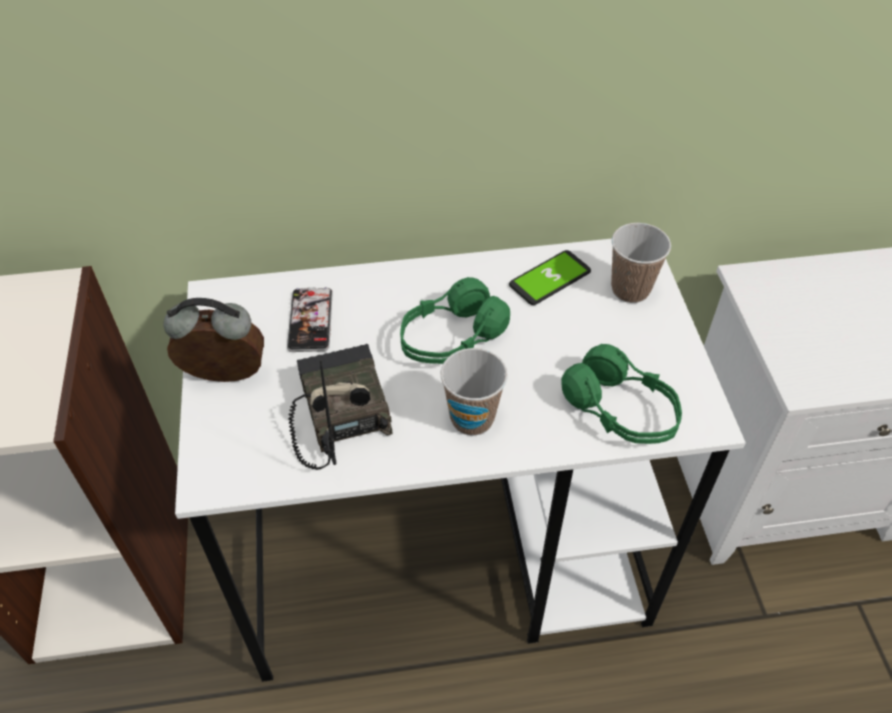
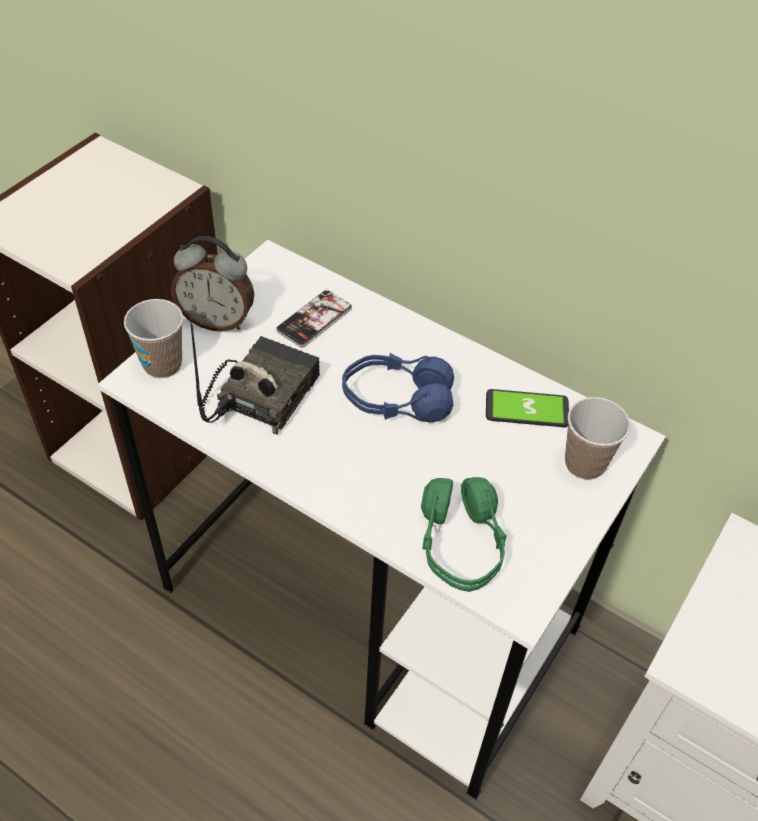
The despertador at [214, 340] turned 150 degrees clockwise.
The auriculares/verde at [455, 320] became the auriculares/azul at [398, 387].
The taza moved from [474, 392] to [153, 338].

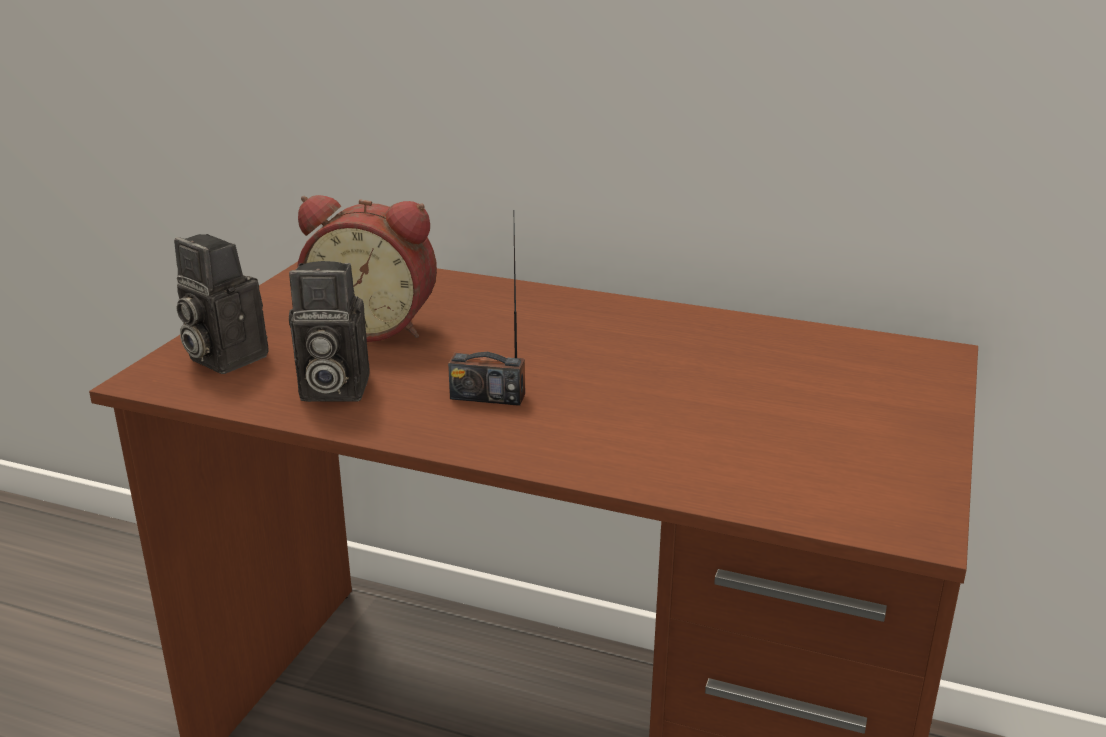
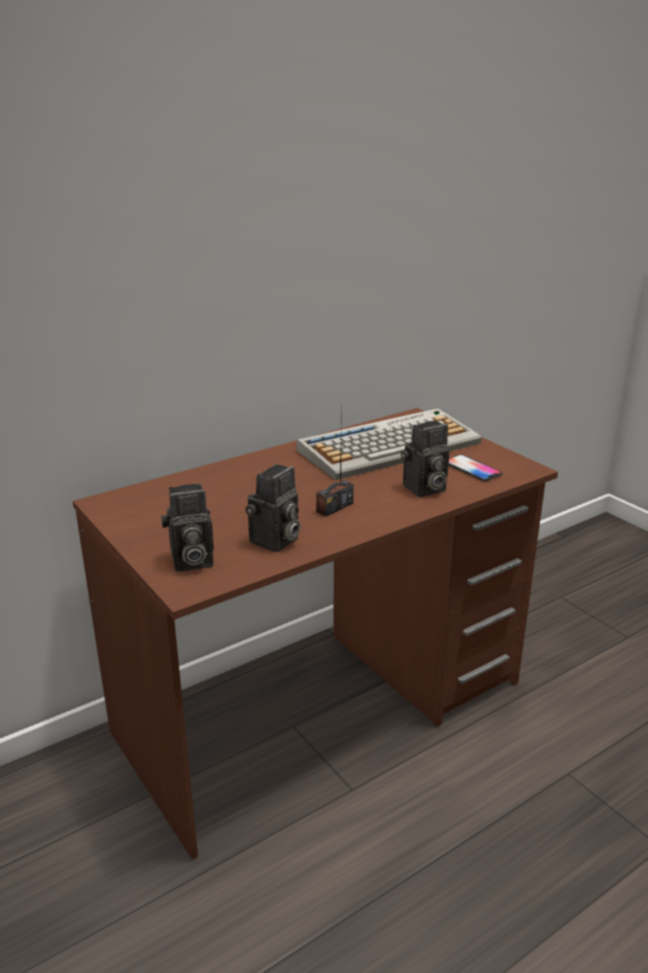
The despertador at [367, 268] disappeared.
The teclado at [388, 444] appeared.
The cámara at [425, 459] appeared.
The móvil at [475, 468] appeared.

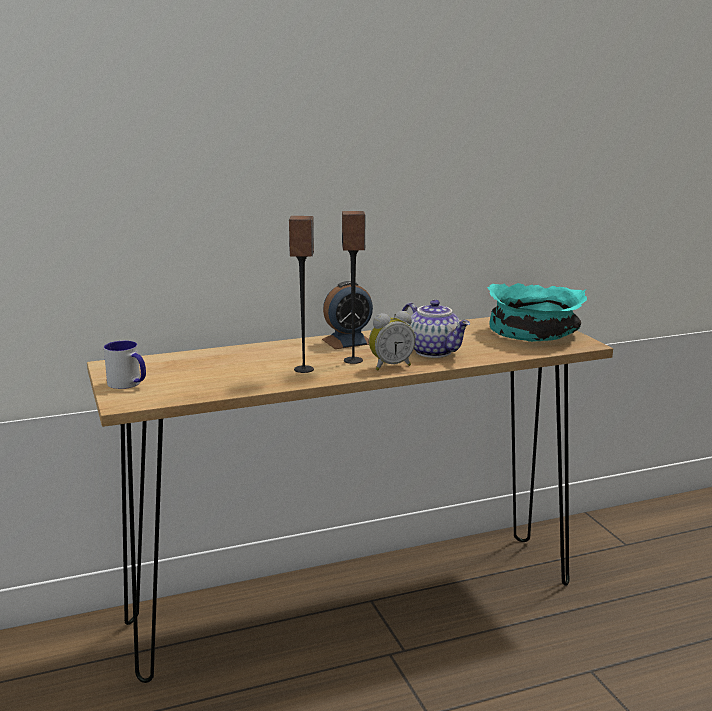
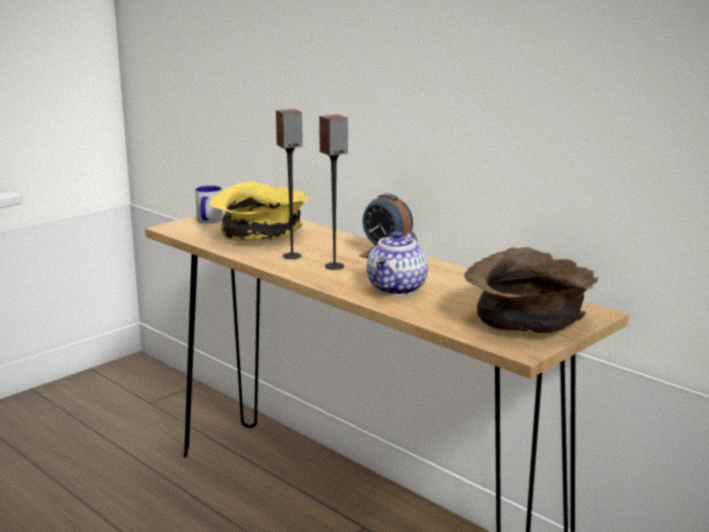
The despertador at [392, 340] disappeared.
The cuenco/turquesa at [537, 312] became the cuenco/marrón at [531, 290].
The cuenco/amarillo at [259, 211] appeared.

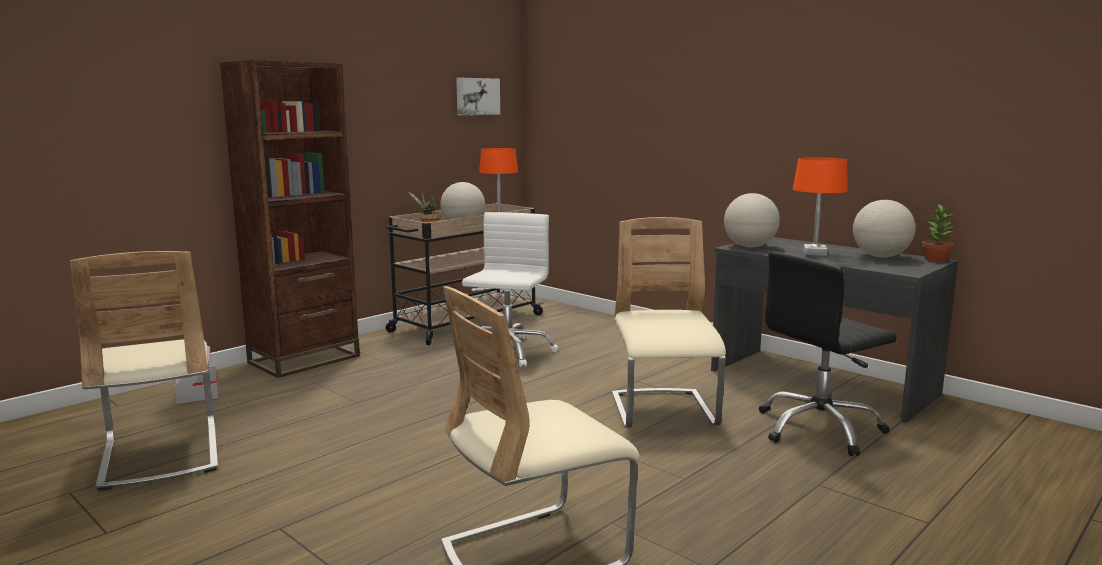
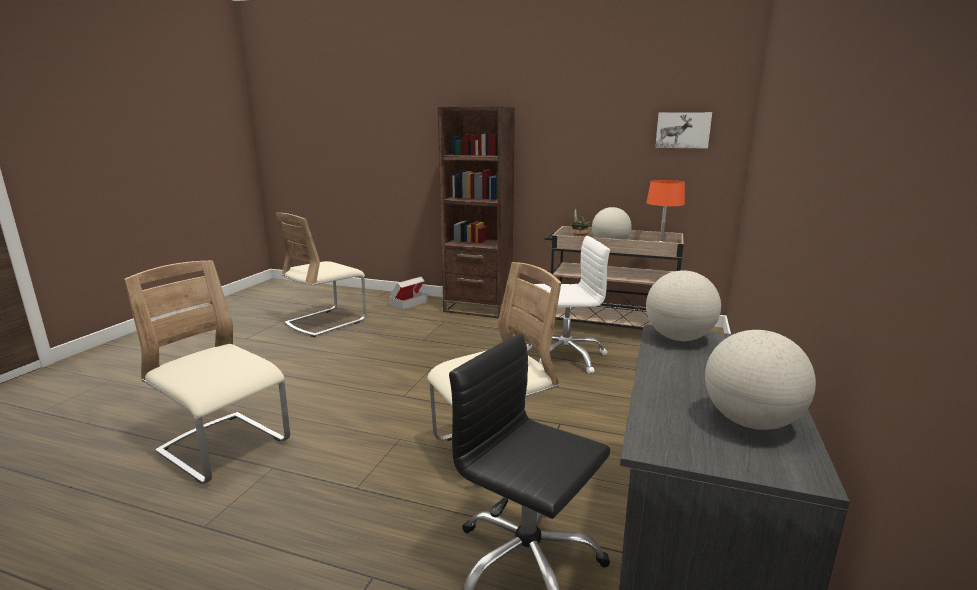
The lámpara de mesa/naranja at [820, 207] disappeared.
The planta en maceta at [938, 233] disappeared.

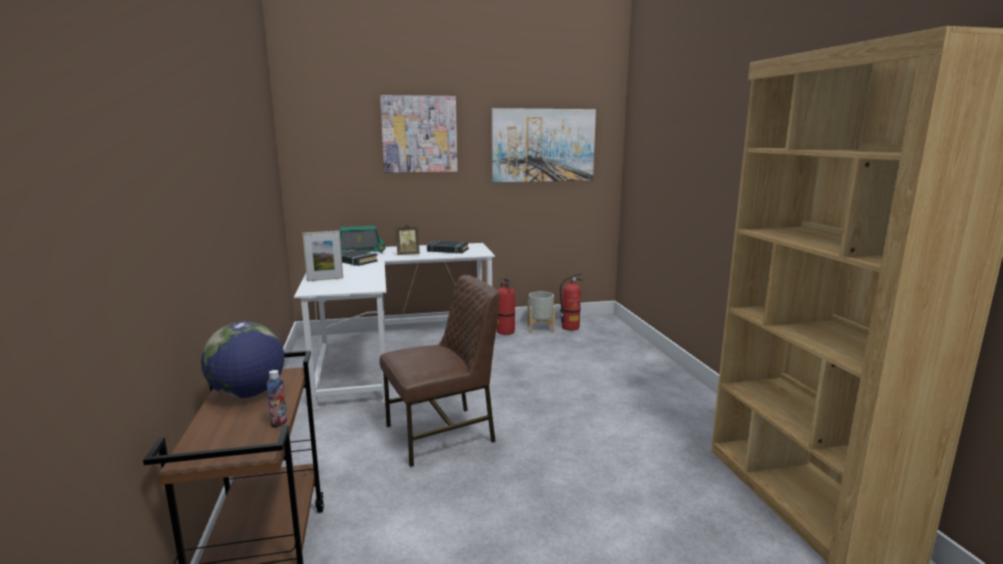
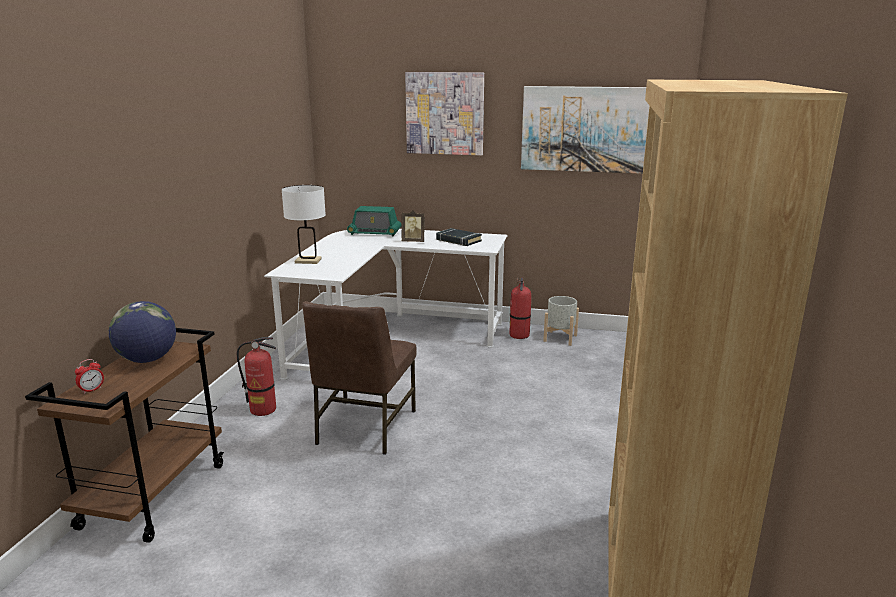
The botella at [277, 399] disappeared.
The portarretratos at [323, 256] was replaced by the lámpara de mesa/blanco at [304, 224].
The libro/negro at [359, 257] disappeared.
The silla/marrón at [440, 371] turned 105 degrees clockwise.
The extintor moved from [571, 302] to [256, 376].
The despertador at [89, 376] appeared.

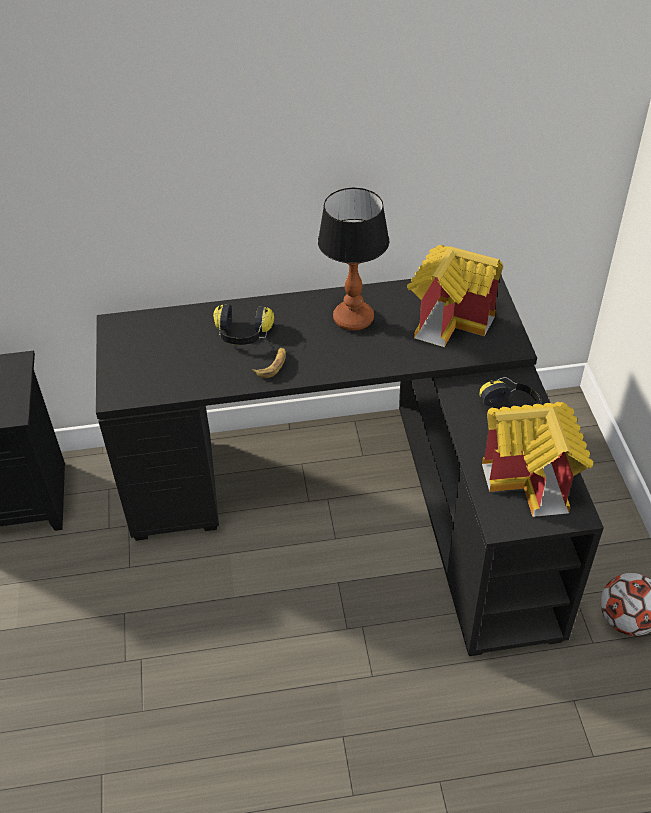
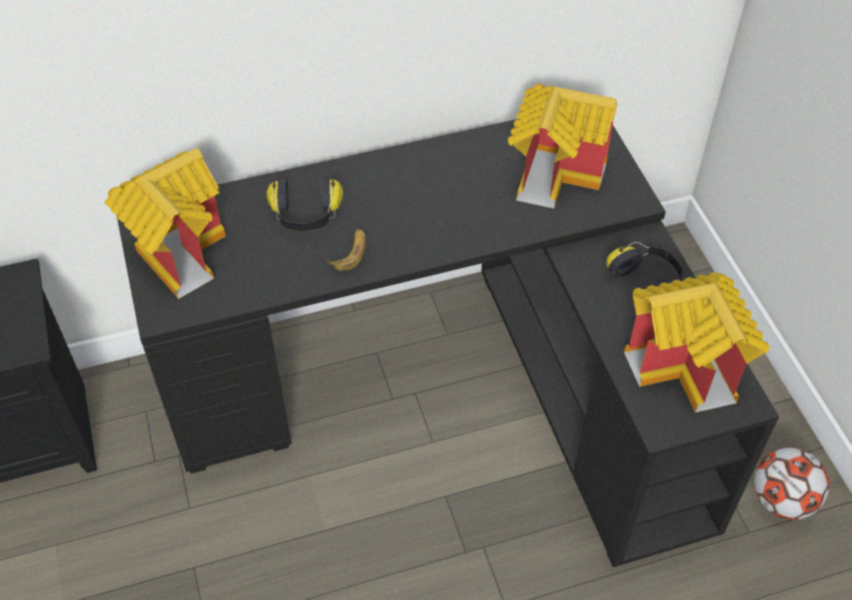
The lámpara de mesa at [353, 259] disappeared.
The casita at [165, 223] appeared.

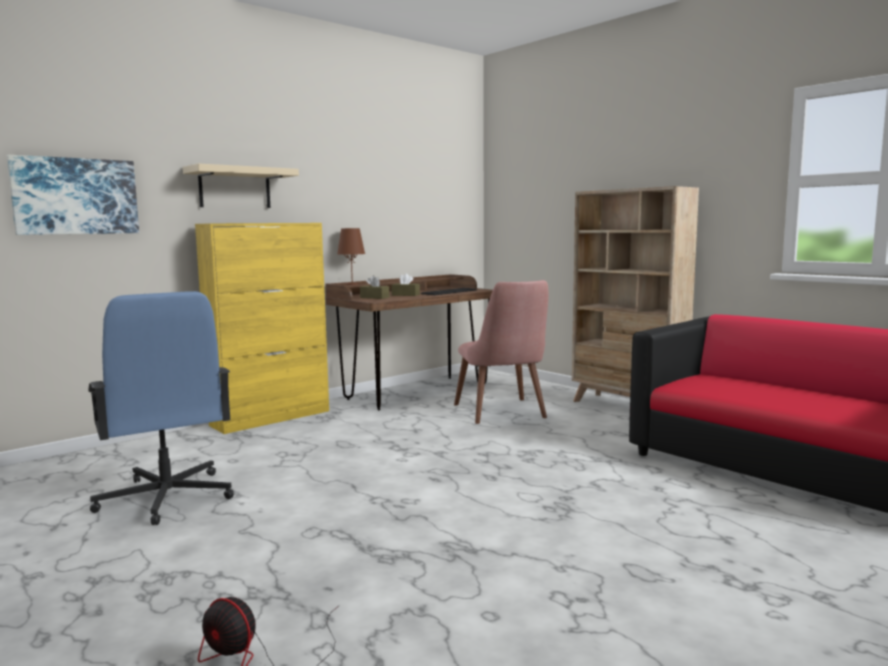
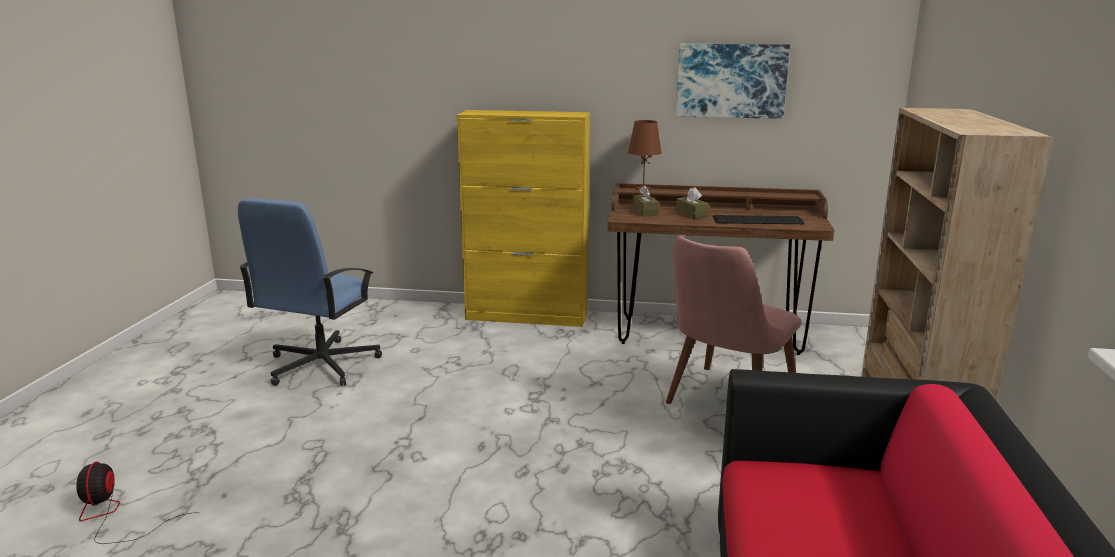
The cuadro moved from [73, 195] to [733, 81].
The estante/beis at [241, 186] disappeared.

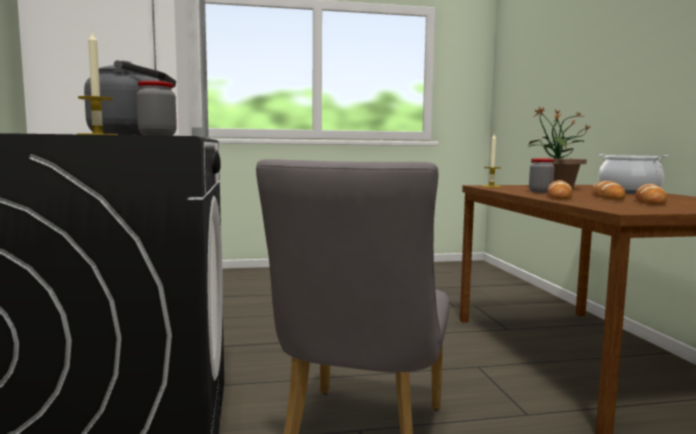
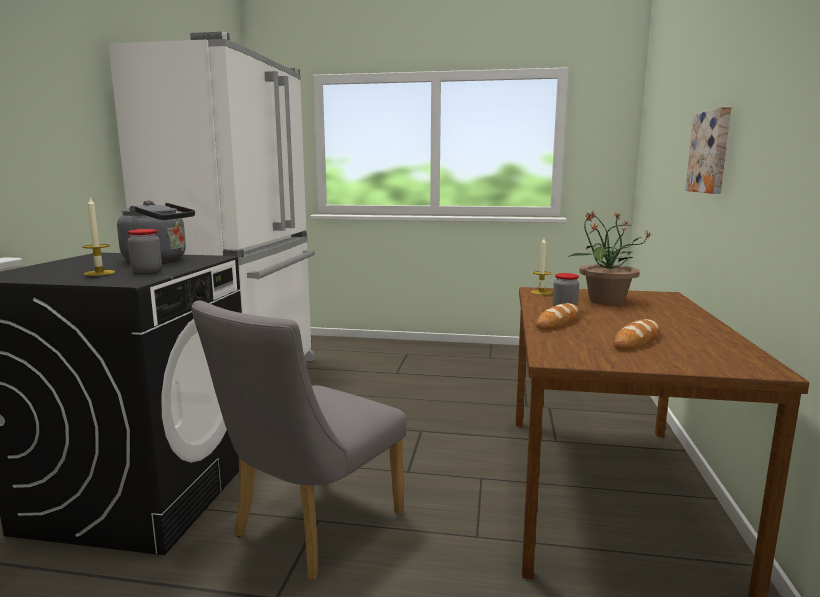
The pan at [608, 190] disappeared.
The olla at [633, 174] disappeared.
The cuadro at [708, 150] appeared.

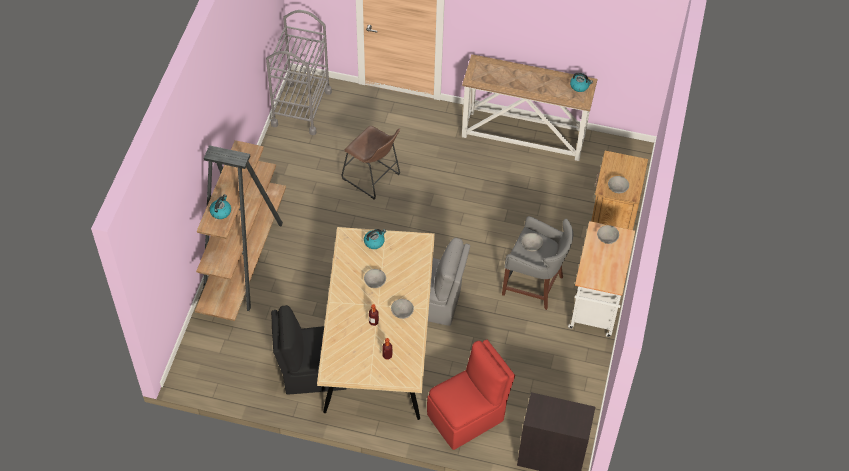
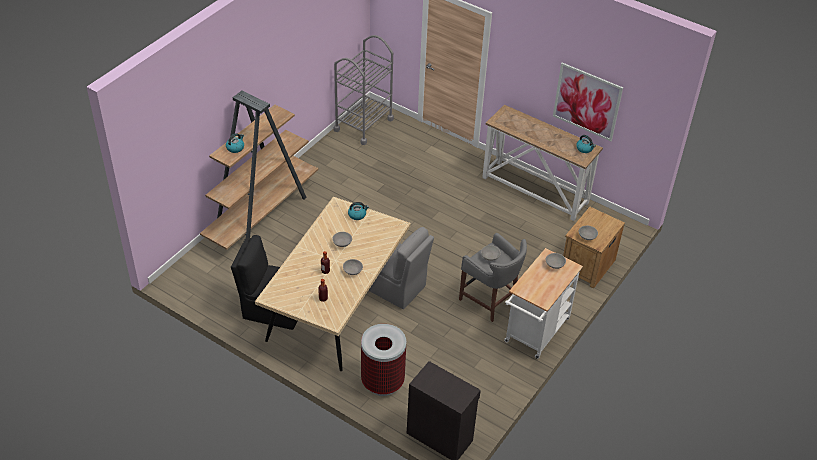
The taburete/marrón at [371, 162] disappeared.
The silla/rojo at [471, 395] was replaced by the papelera at [383, 360].
The cuadro at [588, 102] appeared.

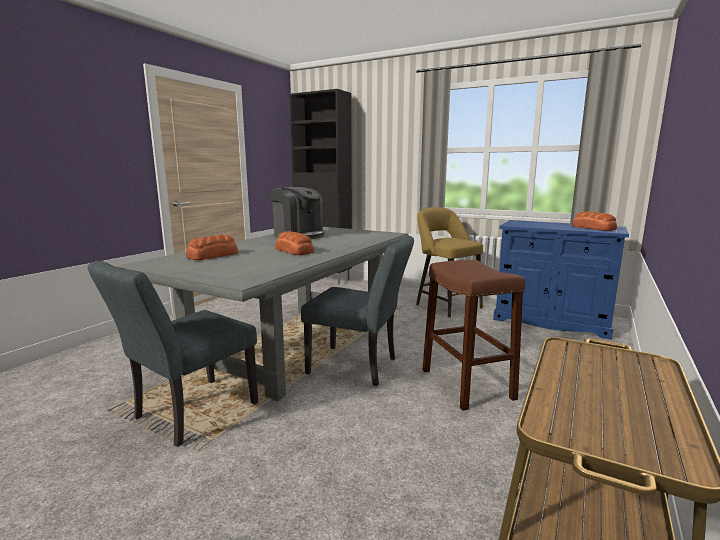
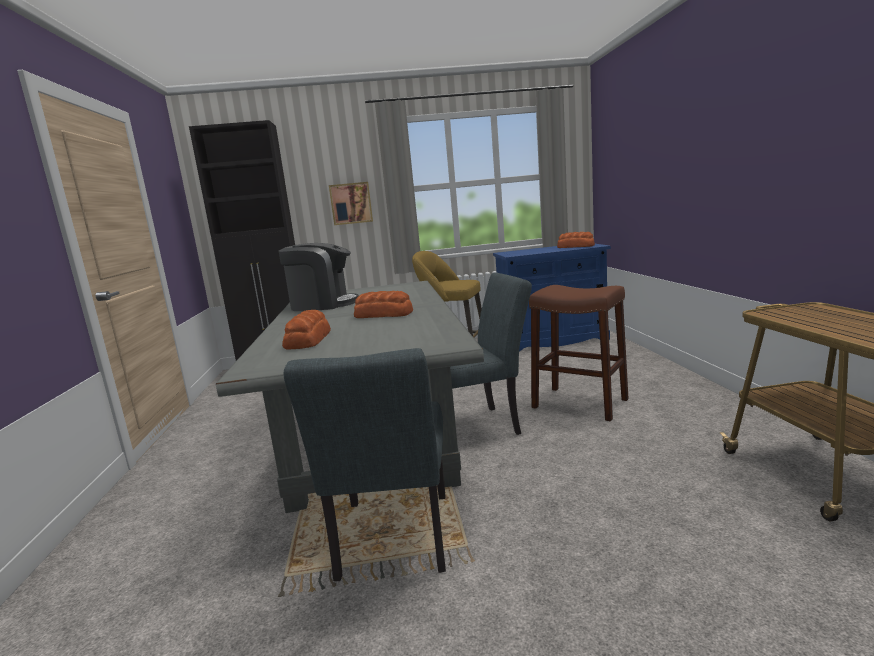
The cuadro at [351, 203] appeared.

